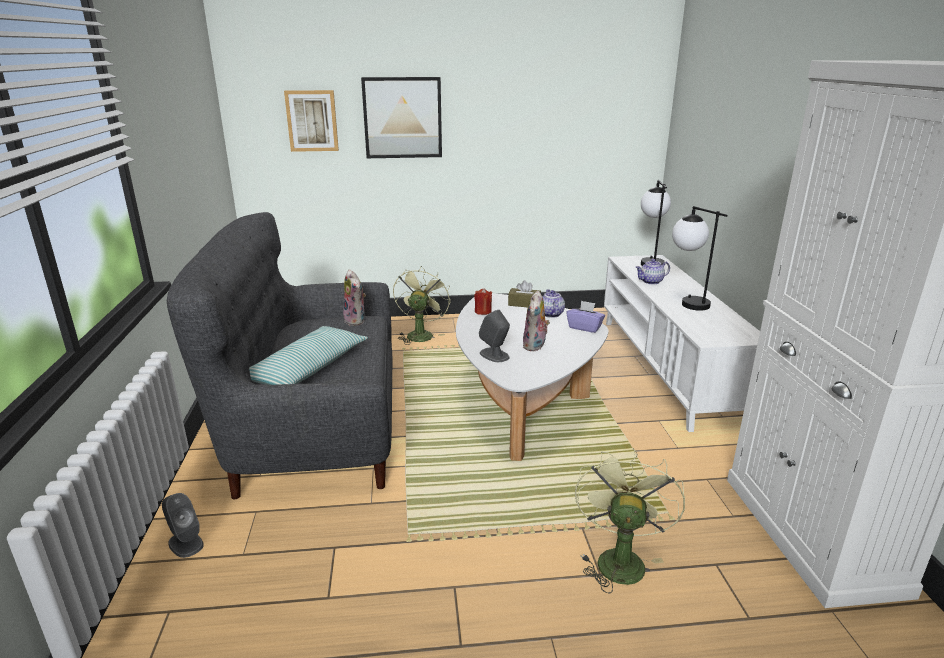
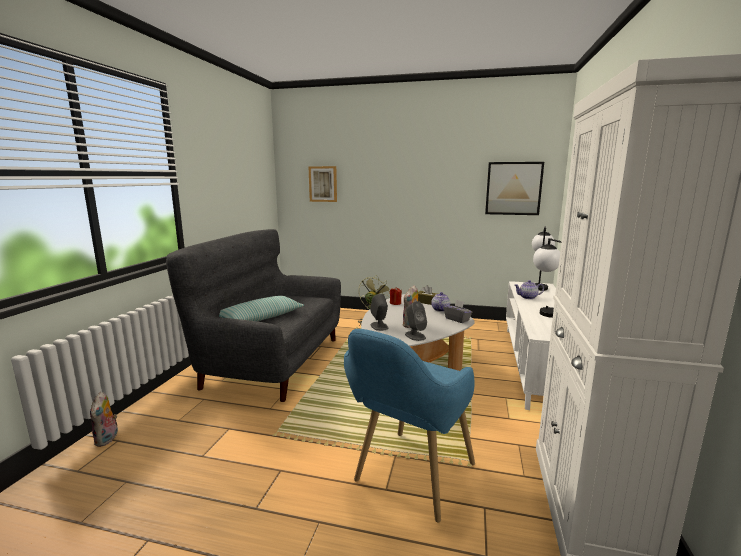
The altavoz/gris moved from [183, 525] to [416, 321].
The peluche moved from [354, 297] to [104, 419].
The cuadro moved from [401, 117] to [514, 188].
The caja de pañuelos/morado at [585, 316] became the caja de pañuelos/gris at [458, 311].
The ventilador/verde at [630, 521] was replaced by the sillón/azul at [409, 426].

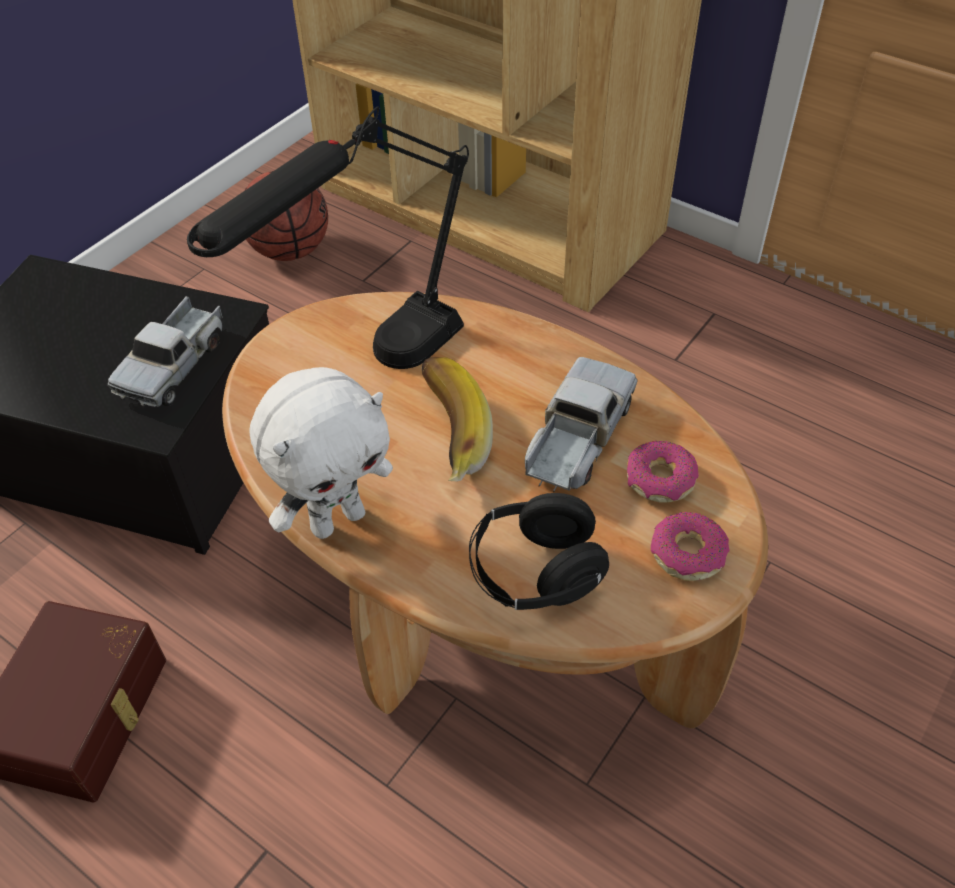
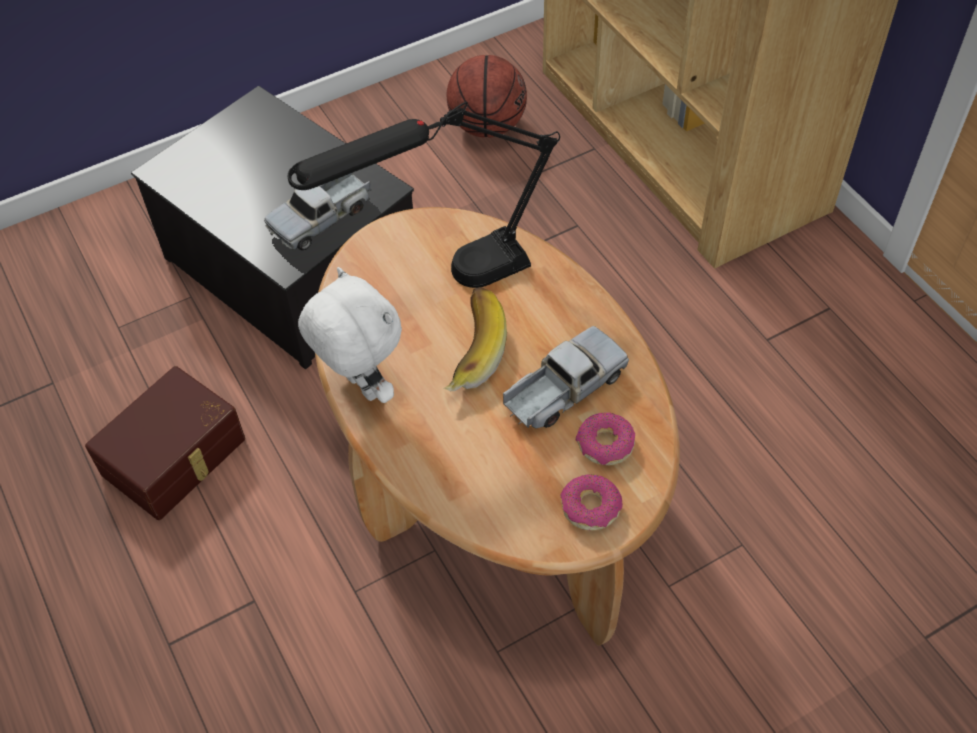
The peluche/blanco at [321, 453] turned 120 degrees counterclockwise.
The auriculares/negro at [539, 551] disappeared.

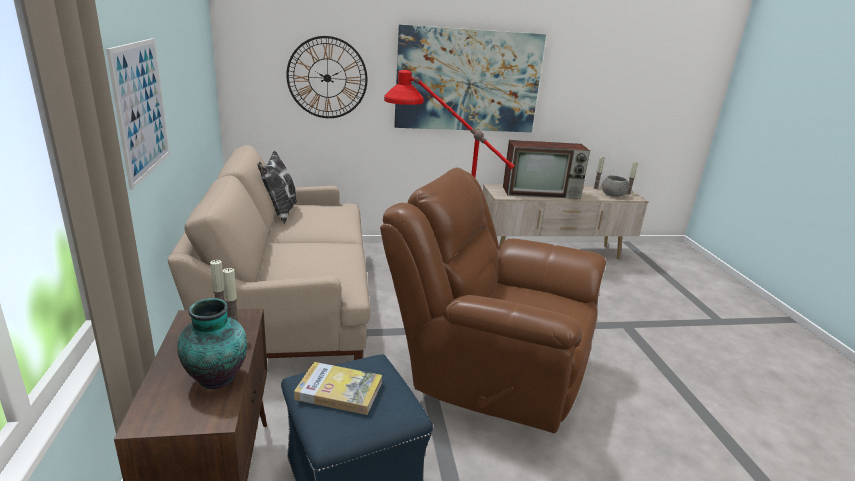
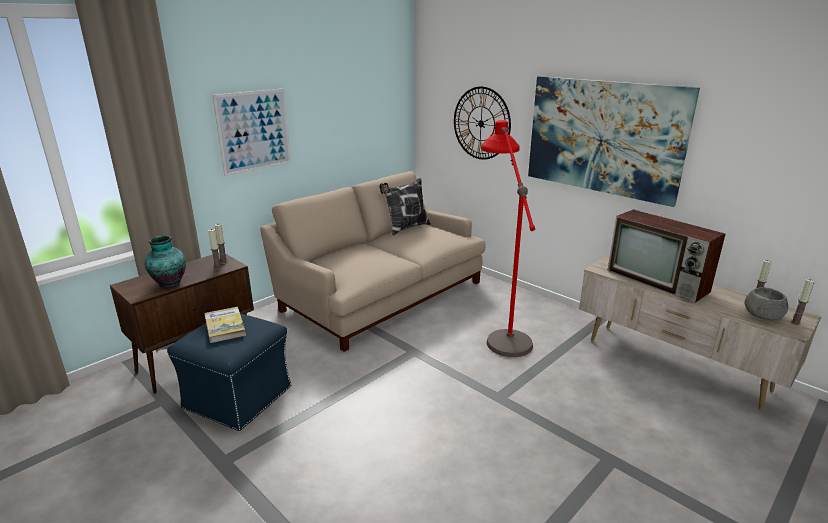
The sillón/marrón at [493, 300] disappeared.

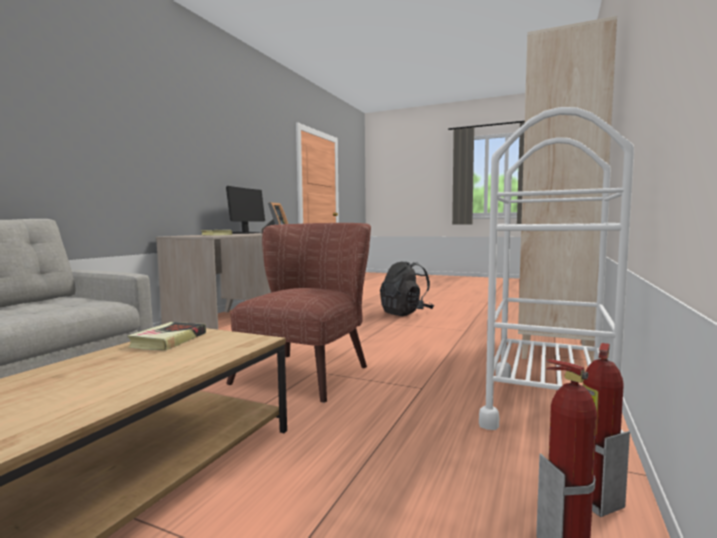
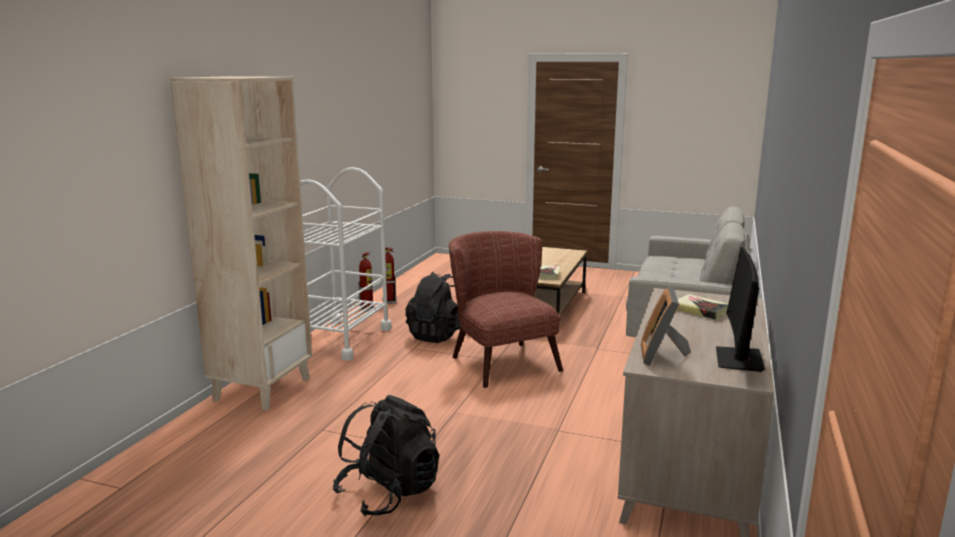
The sillón/marrón at [298, 313] turned 135 degrees clockwise.
The mochila/negro at [433, 307] appeared.

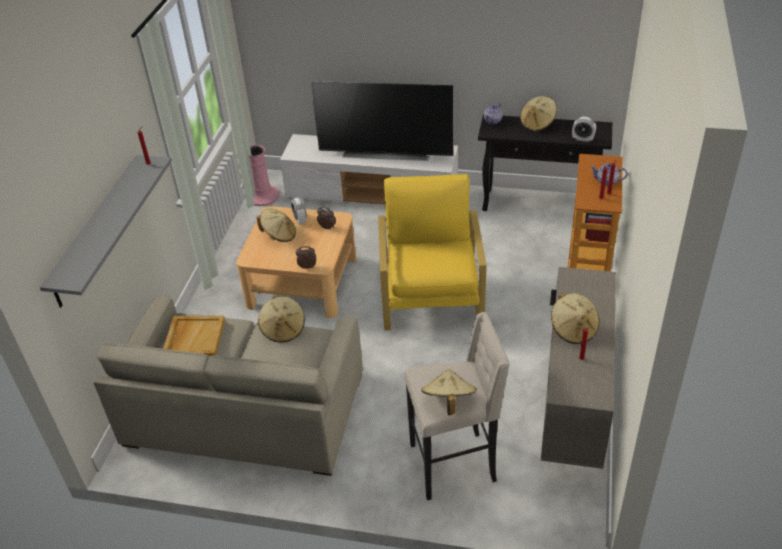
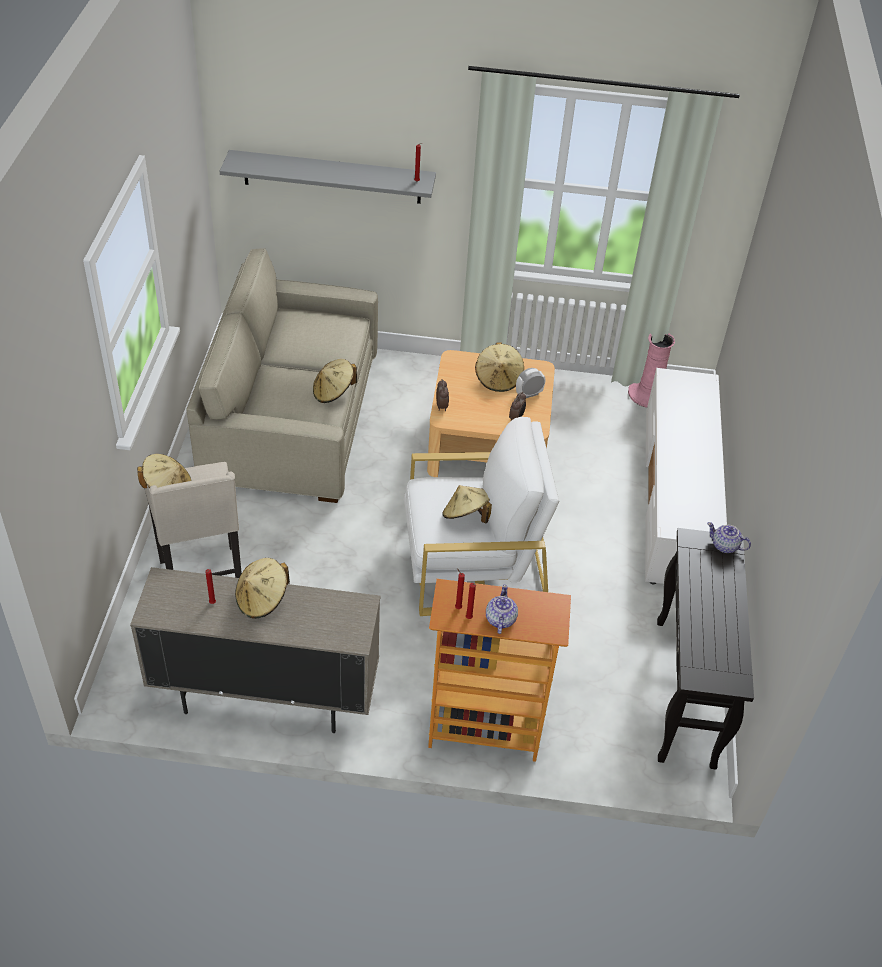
The bandeja/beis at [194, 336] disappeared.
The televisor at [382, 121] disappeared.
The sillón/amarillo at [432, 252] became the sillón/blanco at [481, 516].
The sombrero/beis moved from [538, 114] to [467, 504].
The despertador at [584, 129] disappeared.

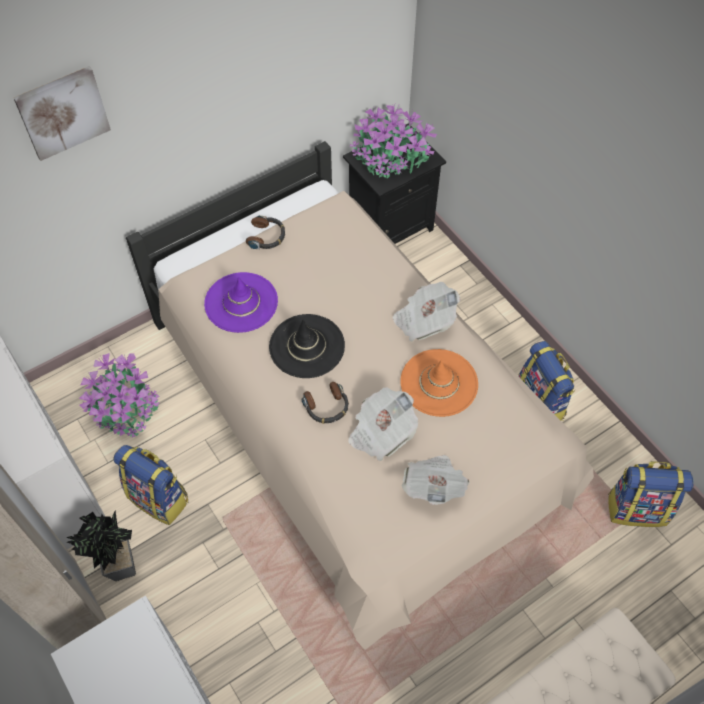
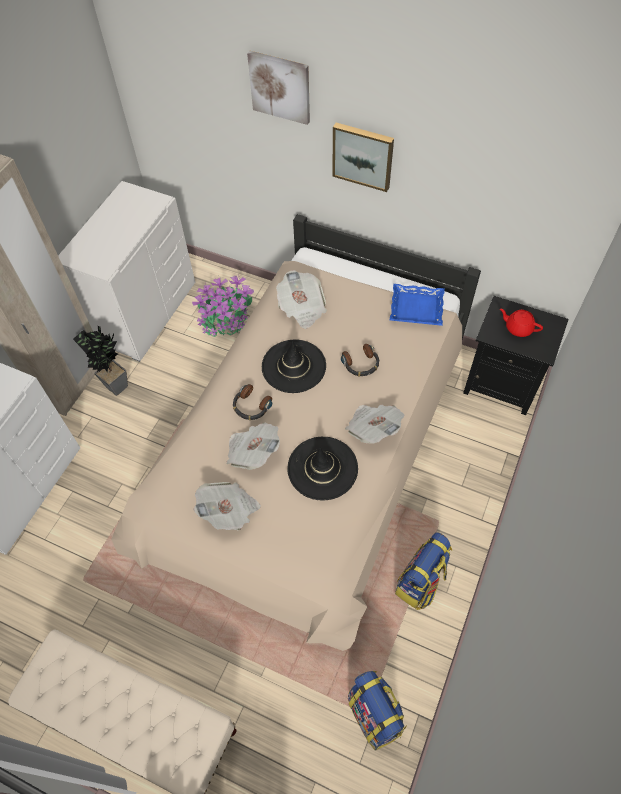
The mochila at [151, 485] disappeared.
The sombrero/morado at [241, 302] was replaced by the periódico at [301, 299].
The auriculares moved from [265, 232] to [360, 360].
The planta en maceta at [393, 141] was replaced by the tetera/rojo at [521, 323].
The sombrero/naranja at [439, 383] became the sombrero/negro at [322, 469].
The cuadro at [363, 157] appeared.
The bandeja/azul at [417, 305] appeared.

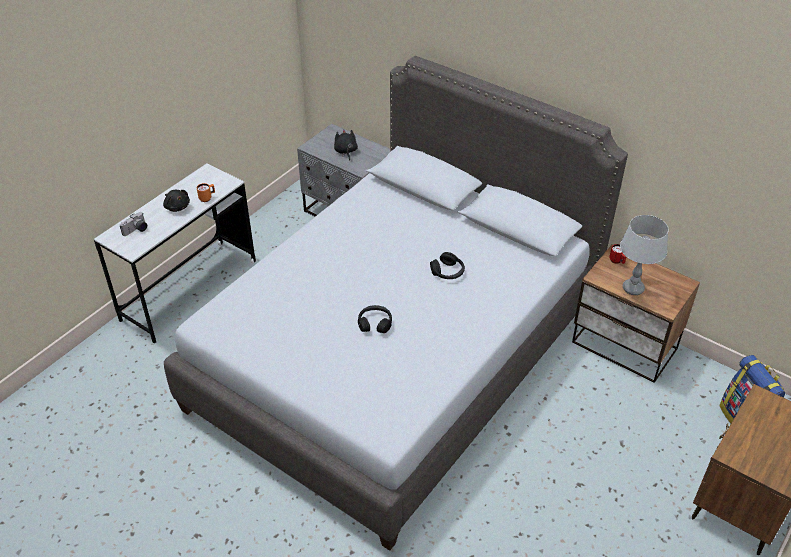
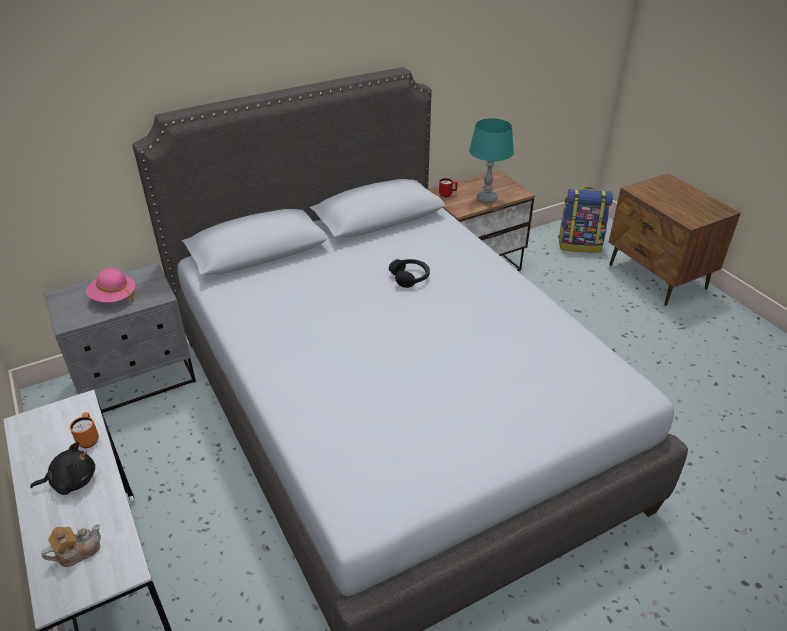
The cámara at [133, 224] was replaced by the tetera at [71, 545].
The peluche/negro at [346, 145] was replaced by the sombrero/rosa at [111, 285].
The auriculares/negro at [375, 319] disappeared.
The lámpara de mesa/gris at [644, 255] became the lámpara de mesa/turquesa at [491, 160].

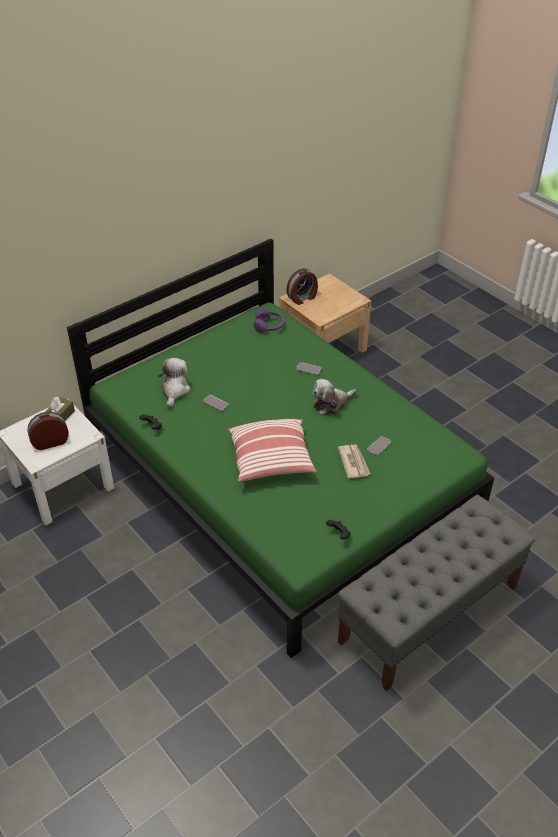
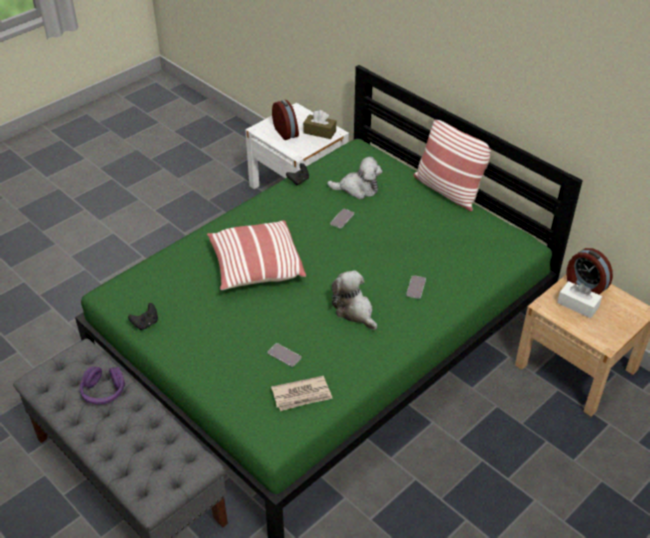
The auriculares/morado moved from [269, 321] to [102, 385].
The periódico moved from [354, 461] to [302, 393].
The cojín at [452, 165] appeared.
The caja de pañuelos/blanco at [579, 299] appeared.

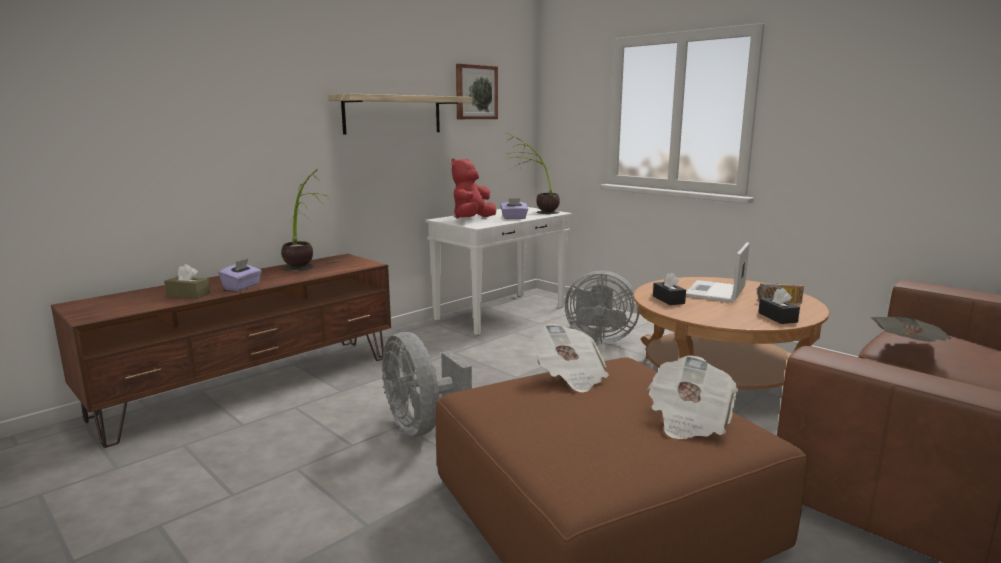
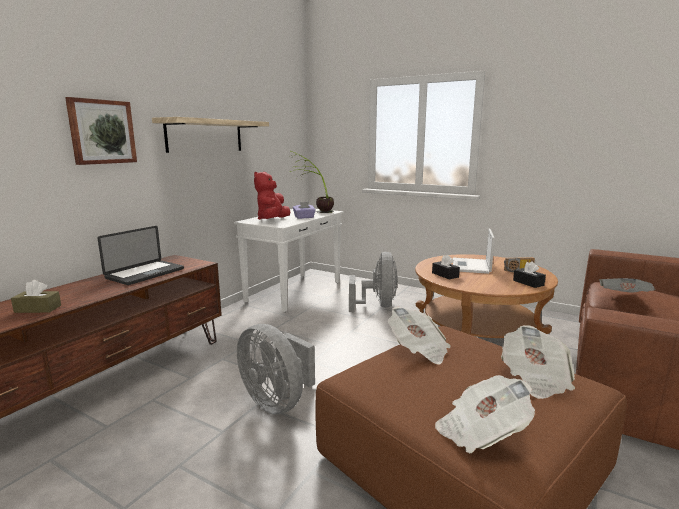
The caja de pañuelos/morado at [240, 275] disappeared.
The planta en maceta at [306, 220] was replaced by the portátil at [141, 255].
The cuadro moved from [477, 91] to [101, 131].
The ventilador/gris at [602, 307] turned 90 degrees counterclockwise.
The periódico at [485, 414] appeared.

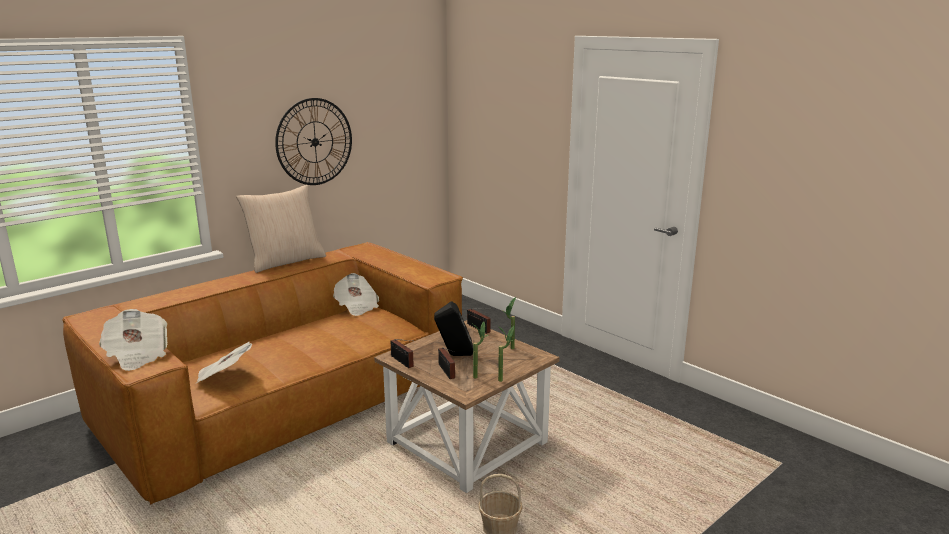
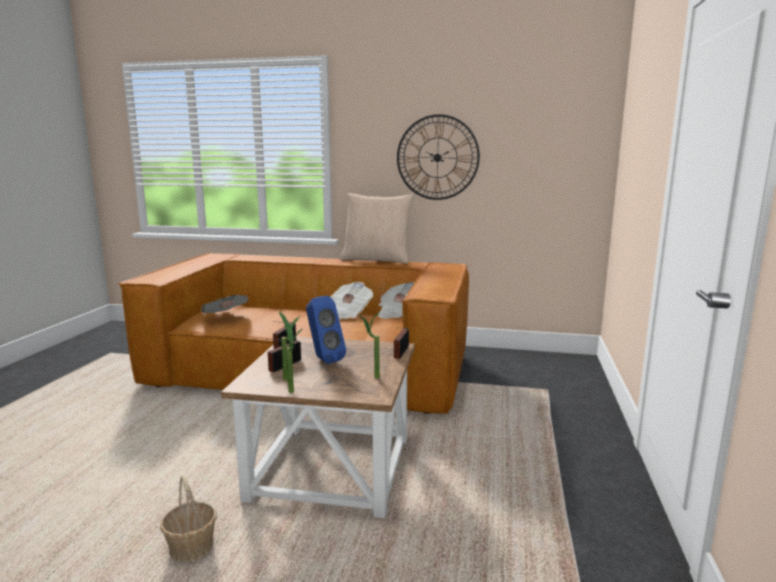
The periódico moved from [133, 340] to [352, 300].
The altavoz/negro at [453, 328] became the altavoz/azul at [326, 330].

